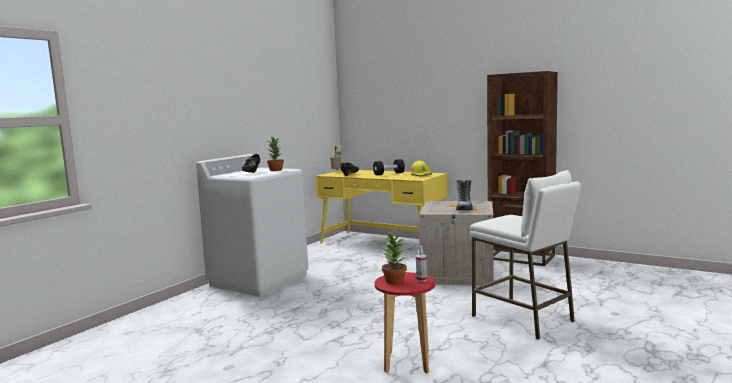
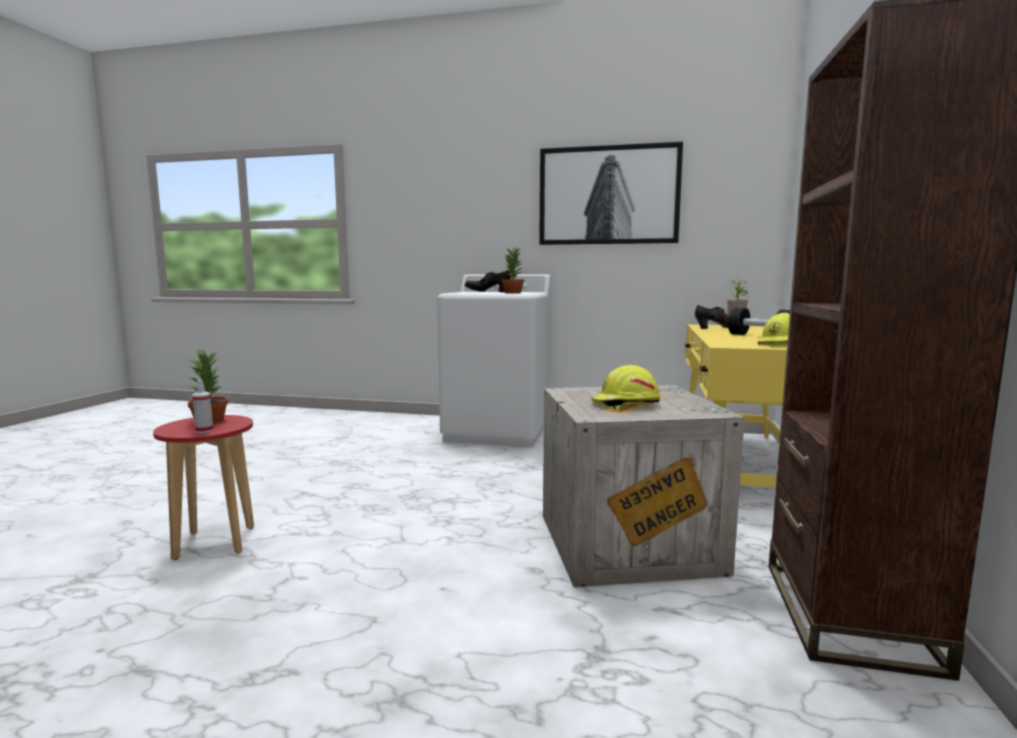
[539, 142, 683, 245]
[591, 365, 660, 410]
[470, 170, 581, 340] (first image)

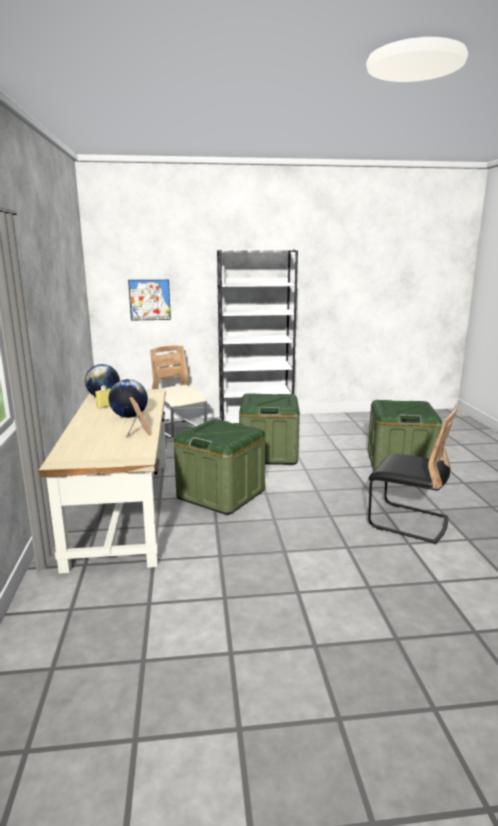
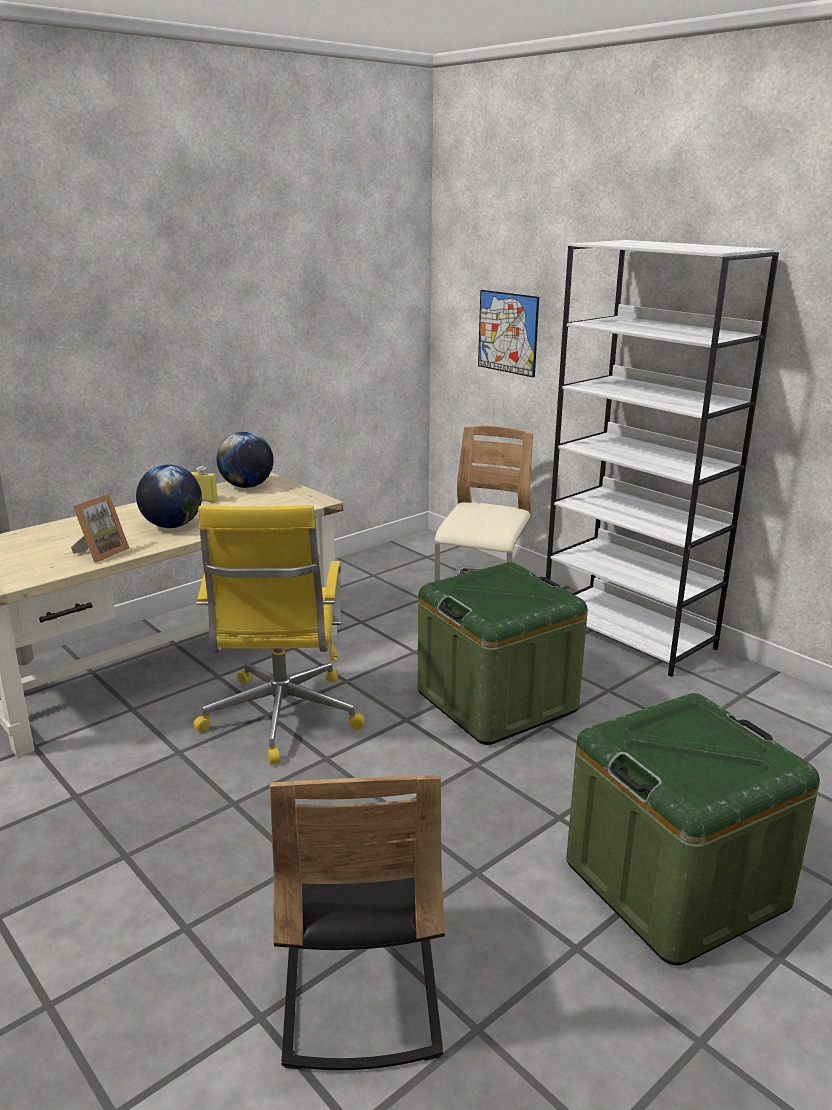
[193, 505, 364, 764]

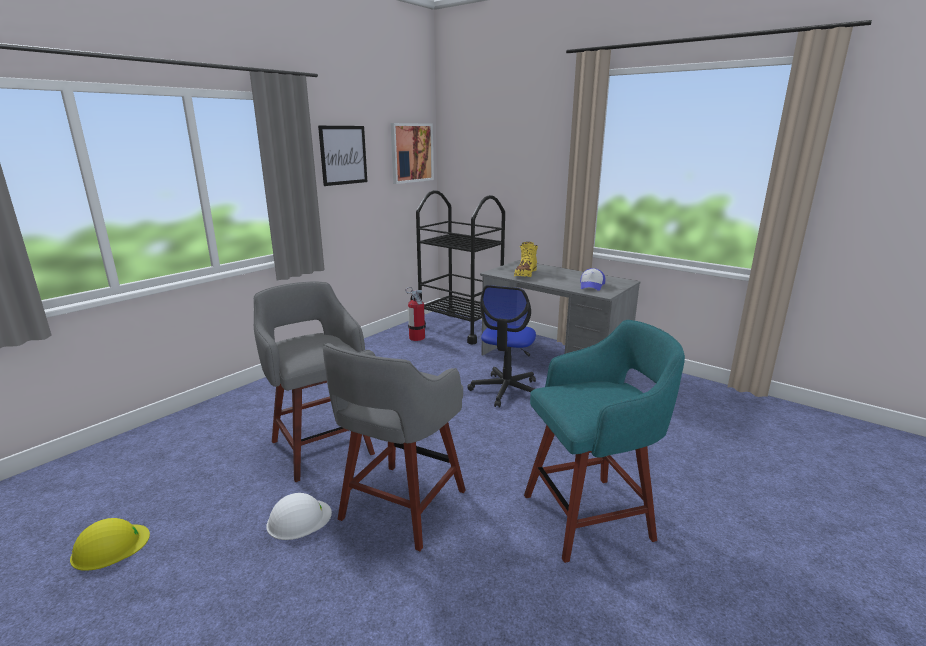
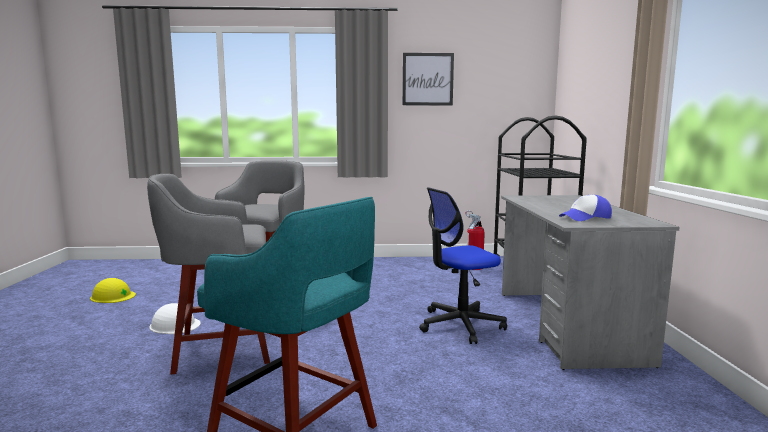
[391, 123, 434, 184] (first image)
[514, 242, 538, 277] (first image)

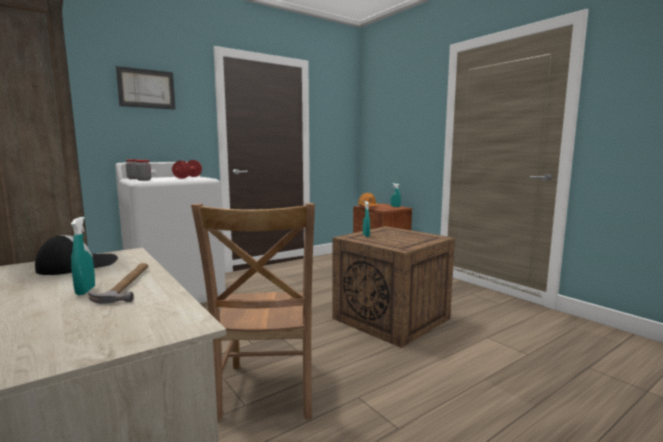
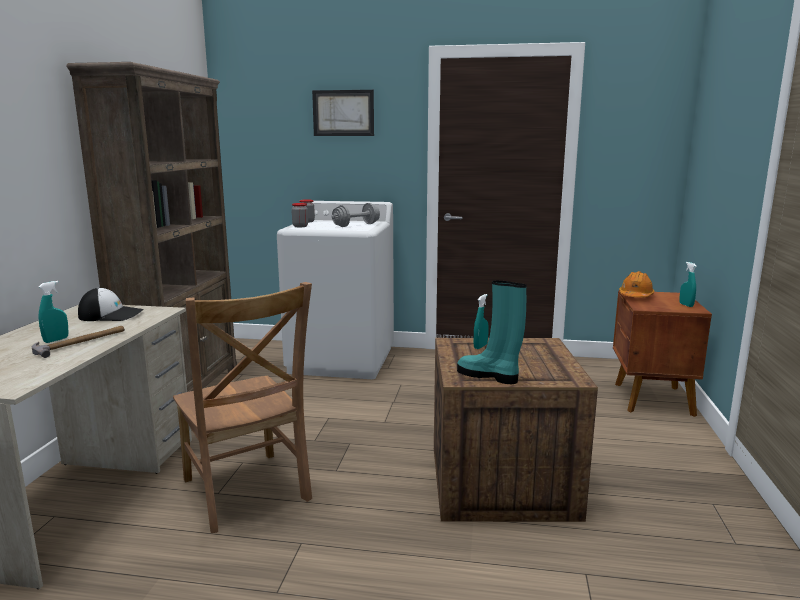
[173, 282, 312, 533]
[332, 203, 380, 227]
[457, 281, 527, 384]

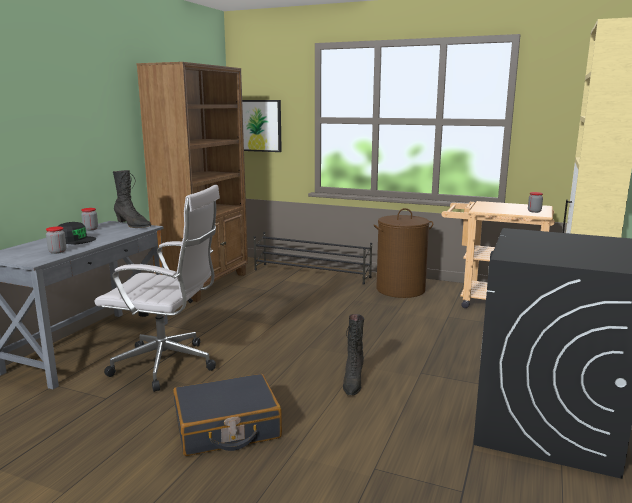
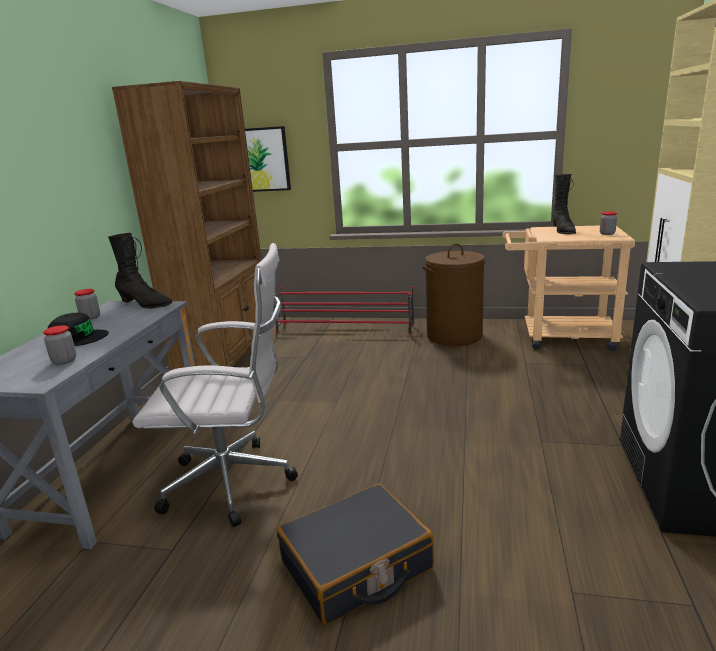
[274, 286, 414, 335]
[551, 174, 576, 234]

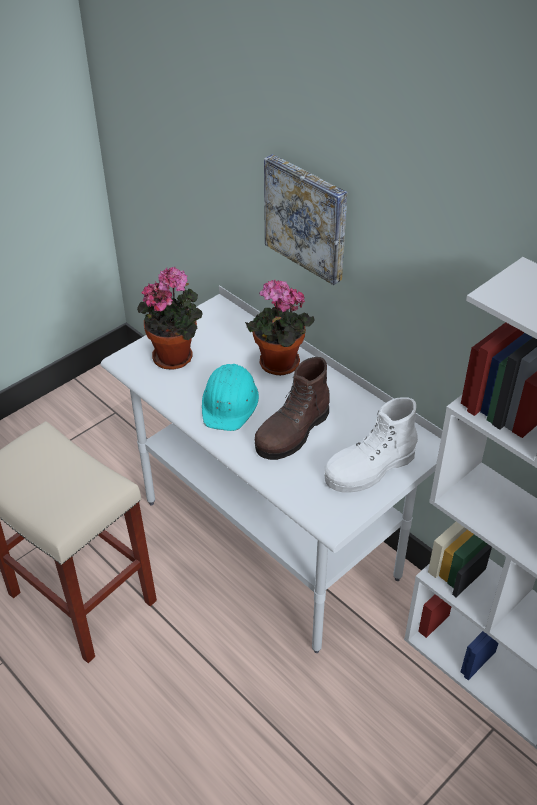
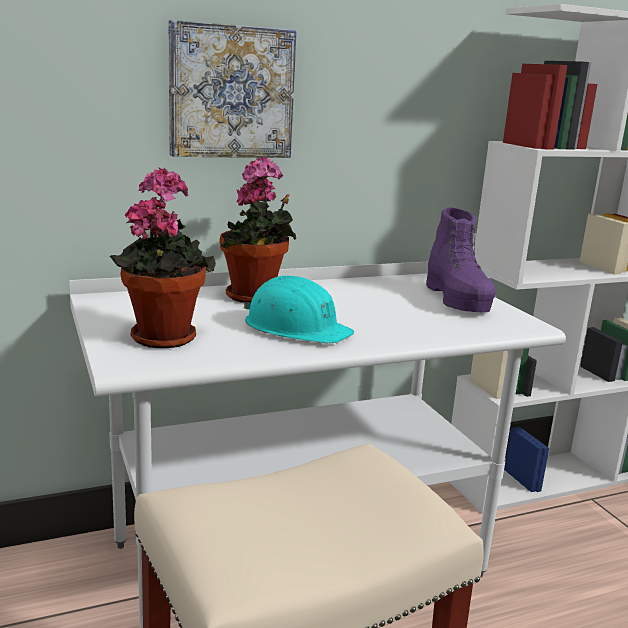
[426, 207, 496, 312]
[255, 357, 330, 460] (first image)

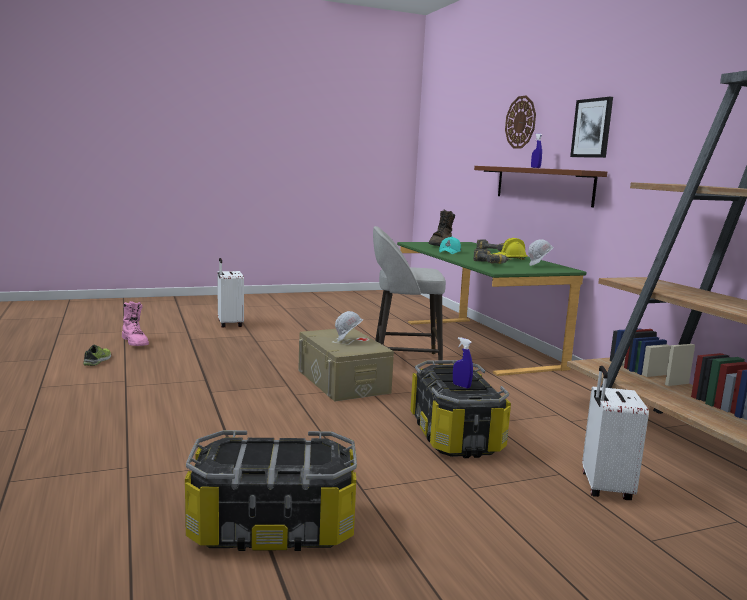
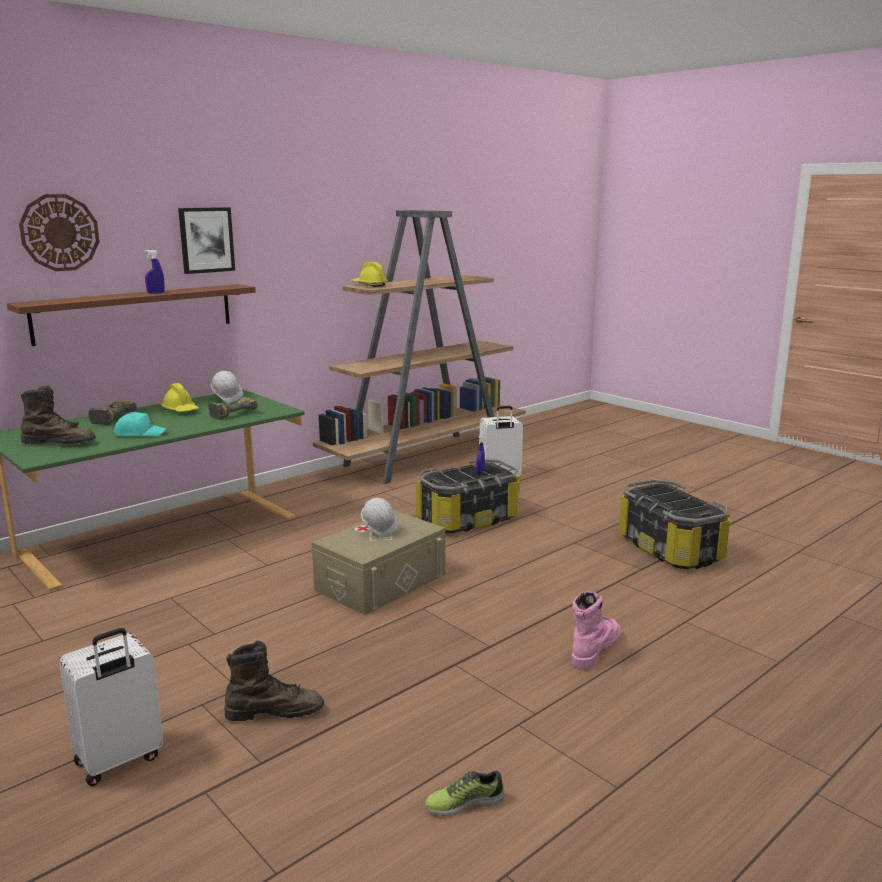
[224, 640, 324, 721]
[351, 262, 388, 287]
[572, 591, 621, 668]
[373, 226, 446, 365] (first image)

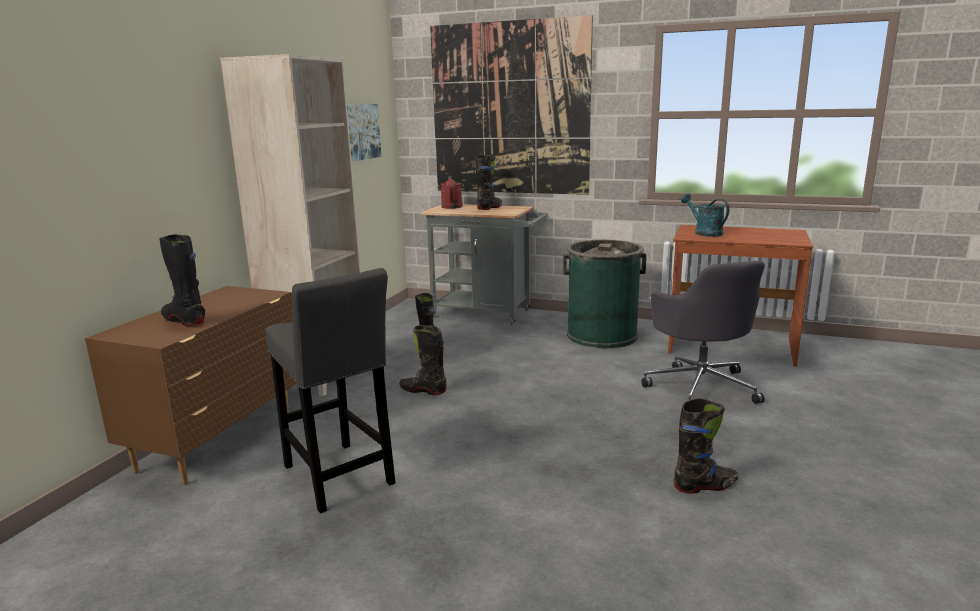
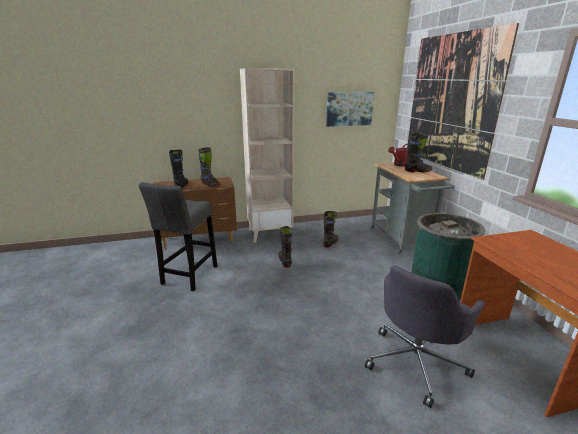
[198, 147, 220, 187]
[681, 193, 729, 237] (first image)

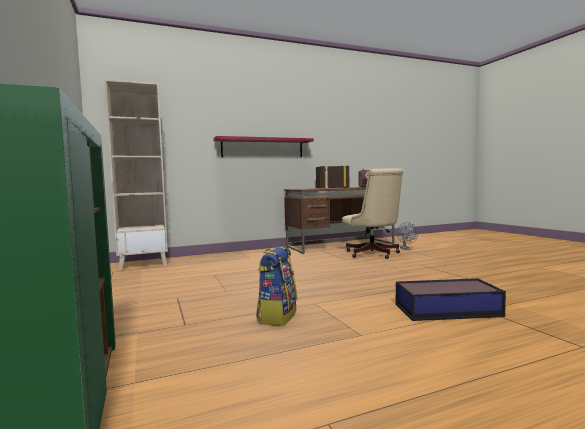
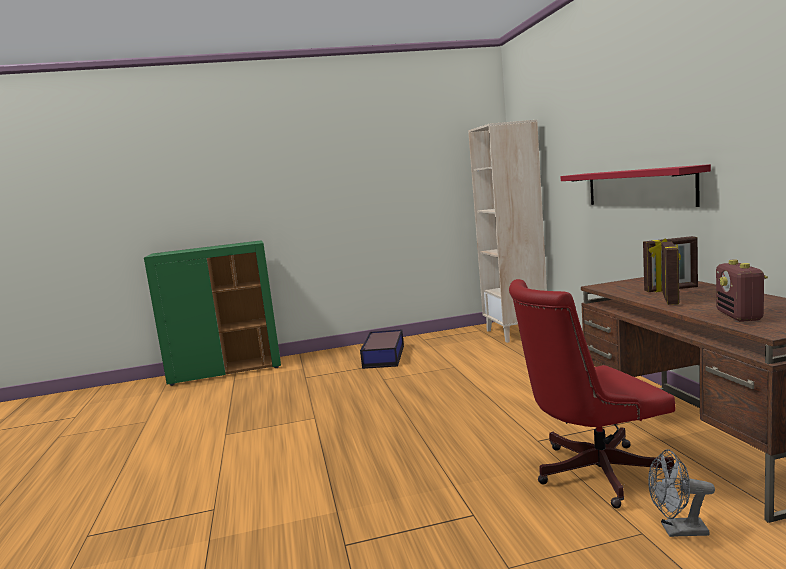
[360, 329, 404, 369]
[509, 279, 675, 509]
[256, 246, 297, 326] (first image)

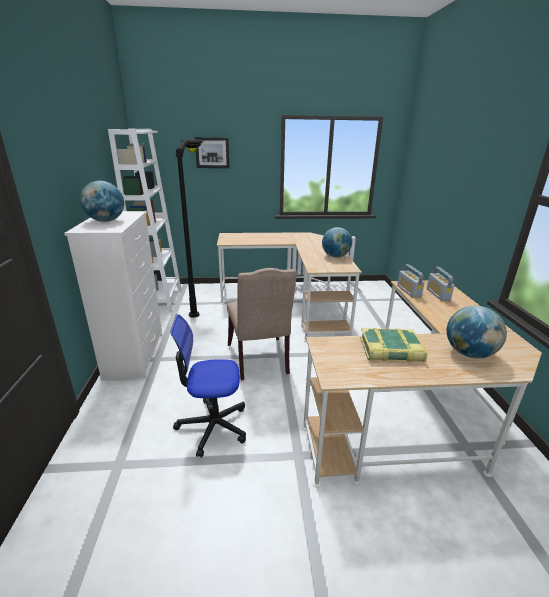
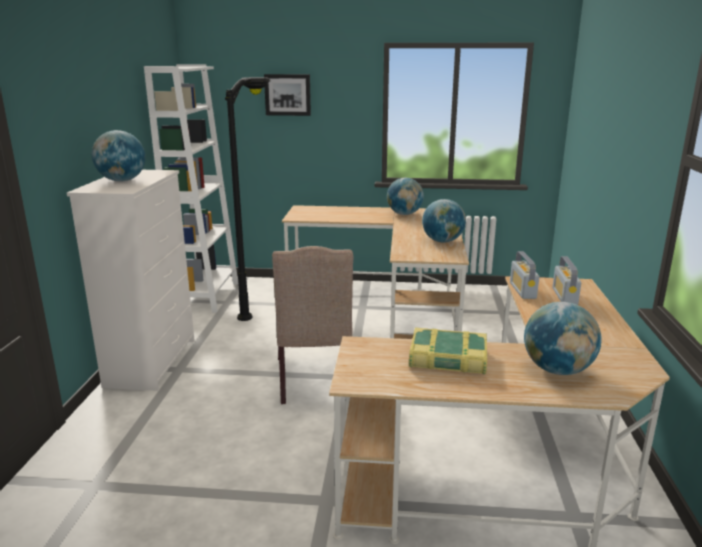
[387, 178, 424, 215]
[170, 314, 246, 458] (first image)

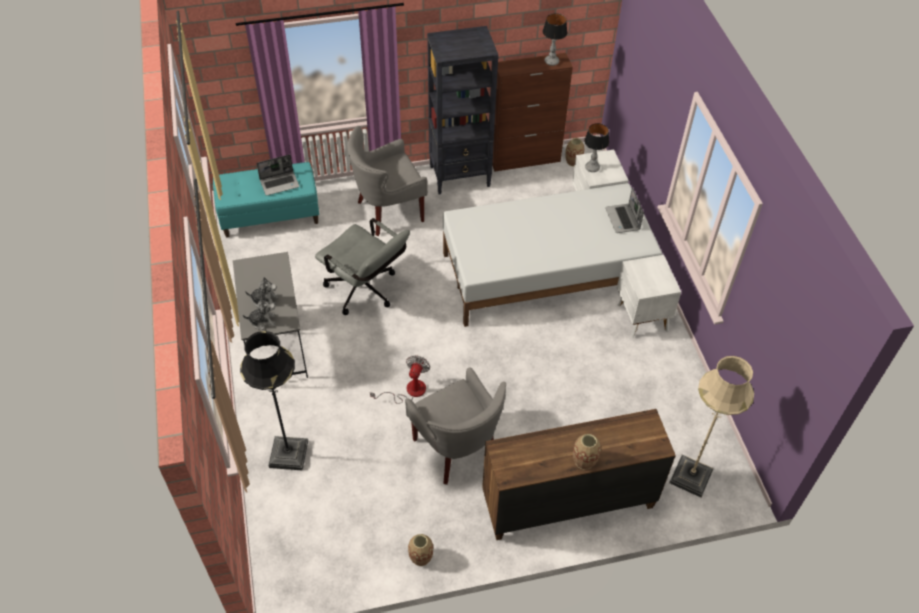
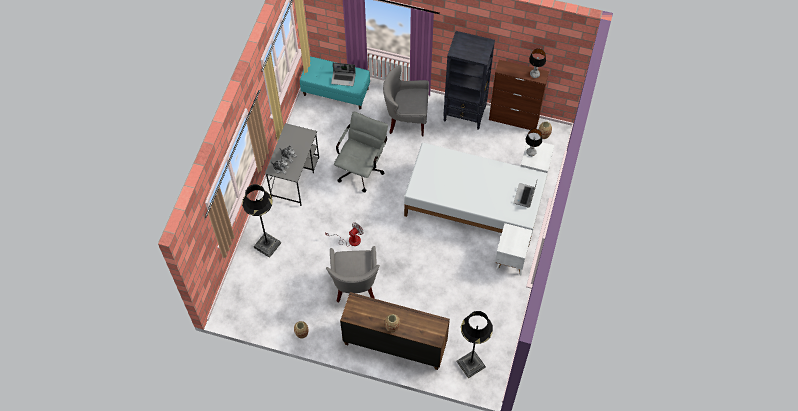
[334, 111, 388, 192]
[457, 311, 493, 378]

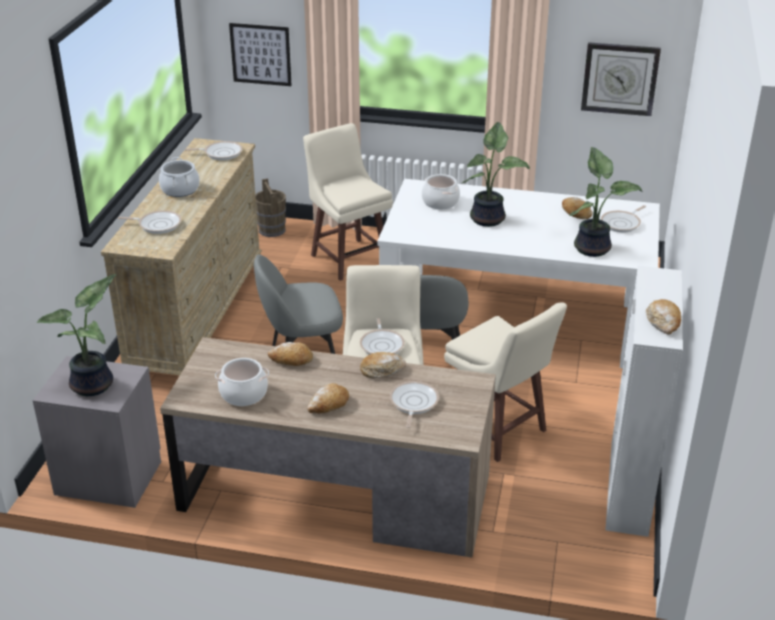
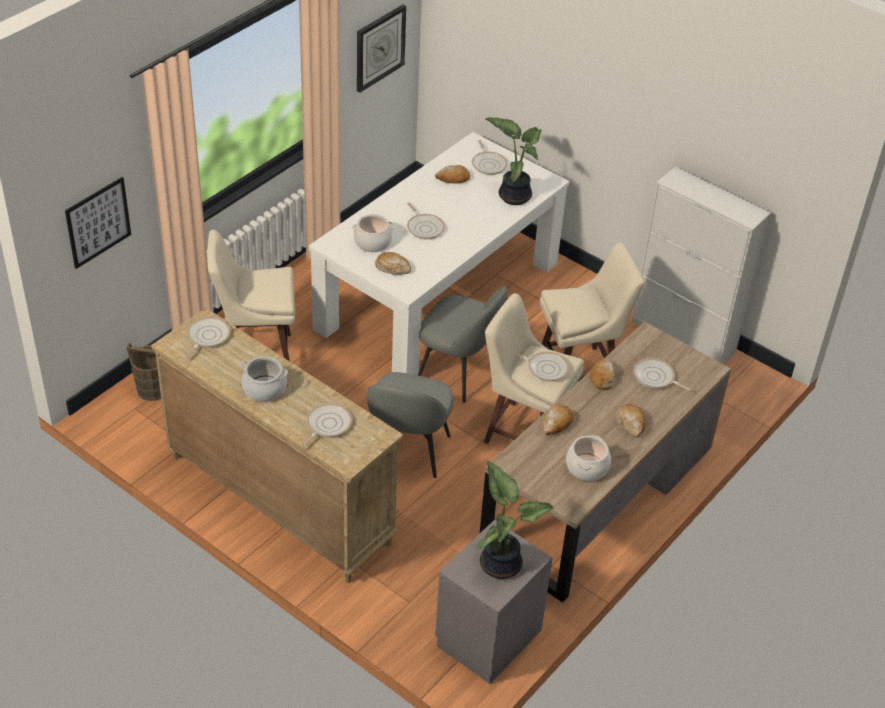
[375, 252, 411, 275]
[407, 203, 445, 239]

